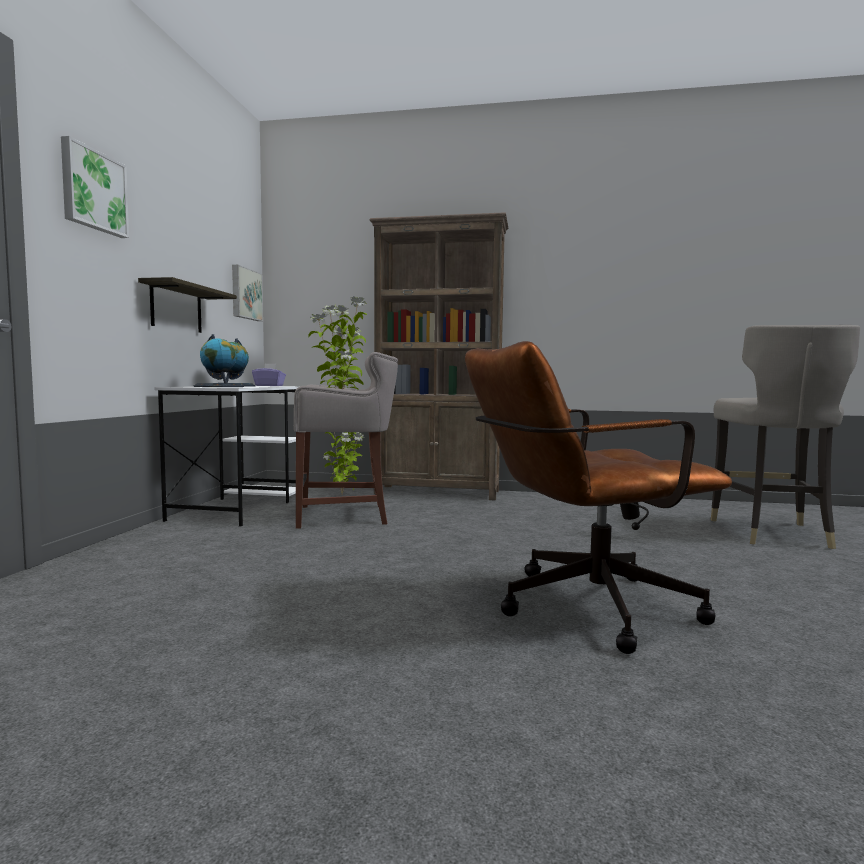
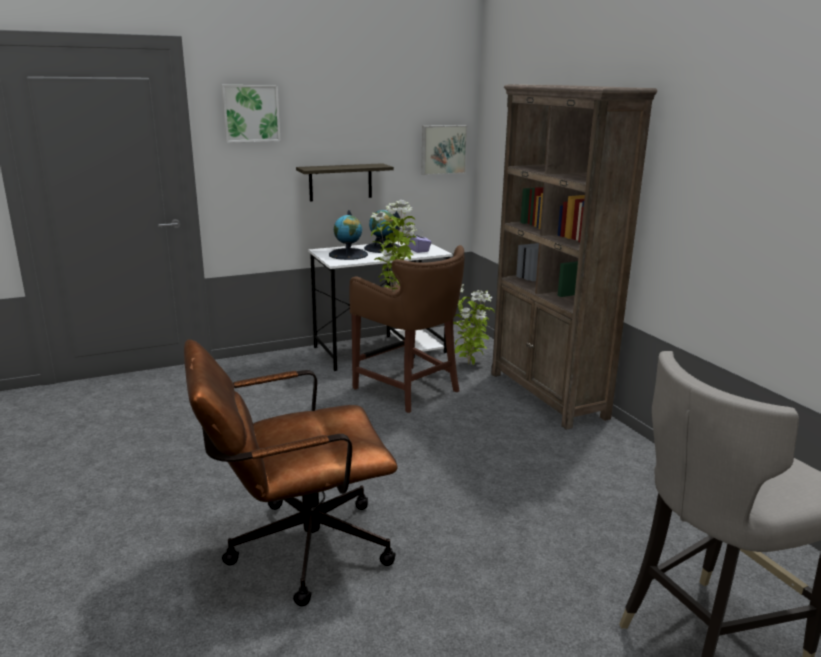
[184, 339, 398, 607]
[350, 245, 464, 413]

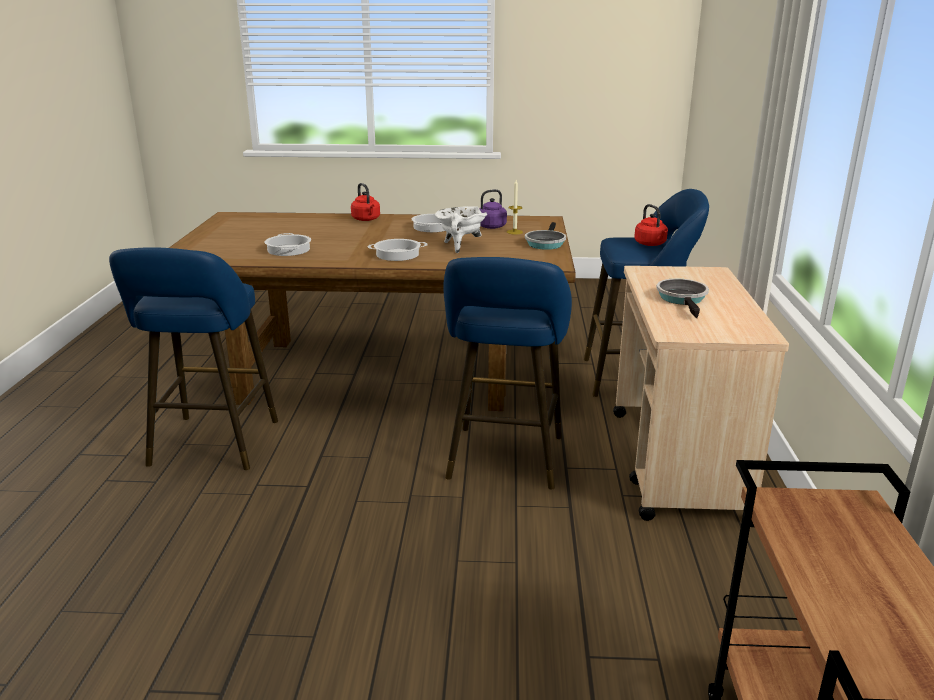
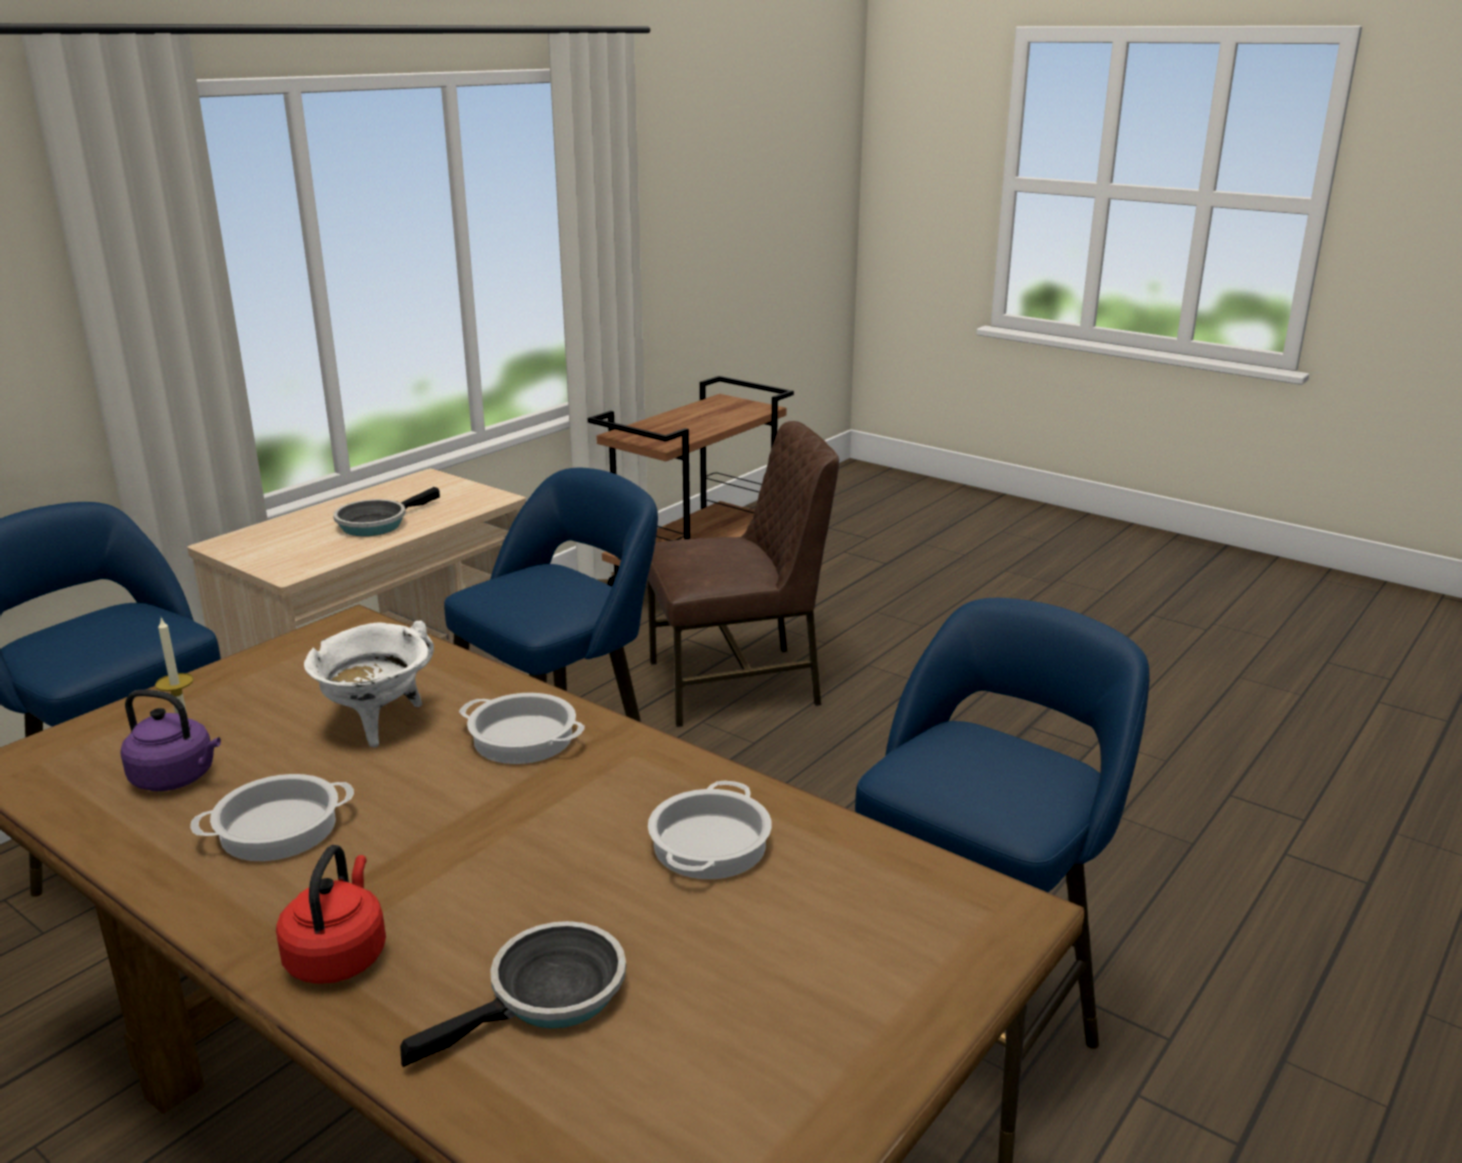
[400, 921, 626, 1067]
[648, 421, 839, 727]
[634, 204, 668, 246] (first image)

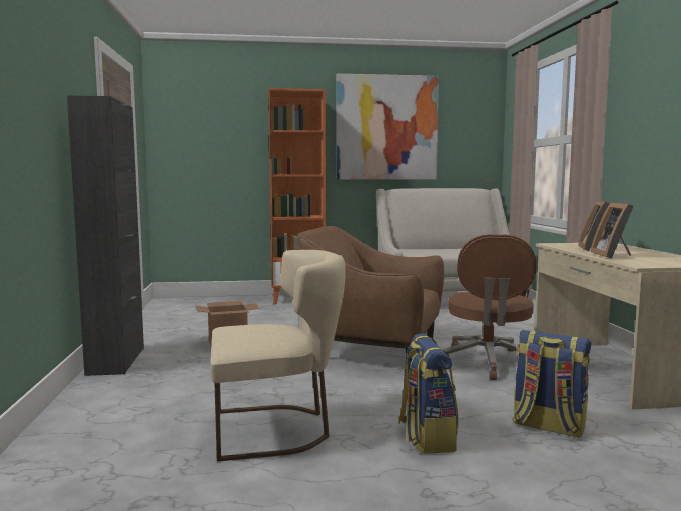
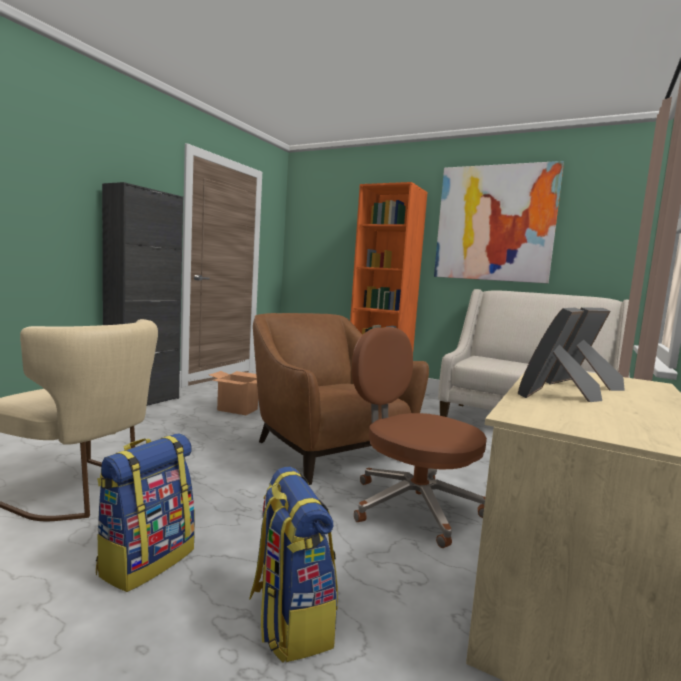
[352, 327, 487, 548]

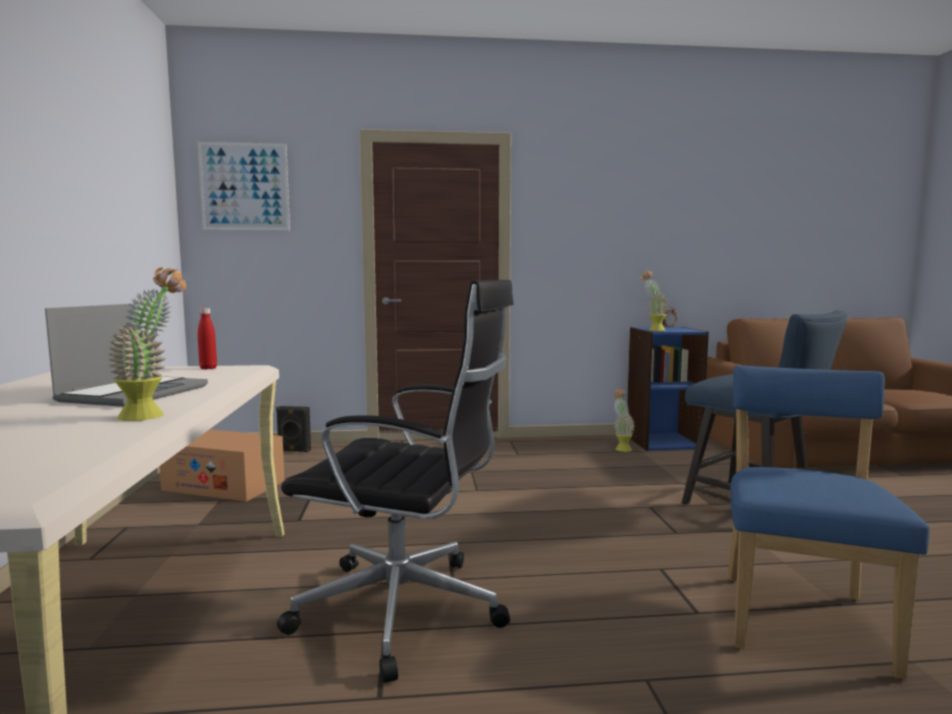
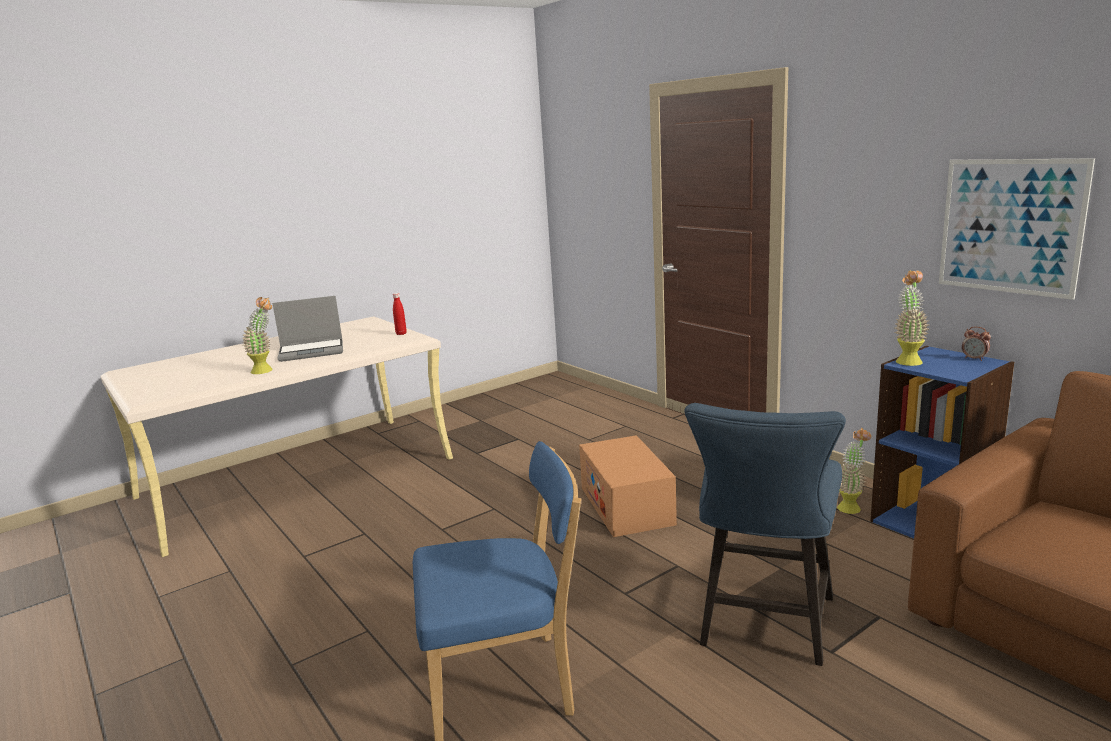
[579, 435, 677, 537]
[939, 158, 1095, 300]
[276, 406, 311, 452] (first image)
[277, 280, 514, 683] (first image)

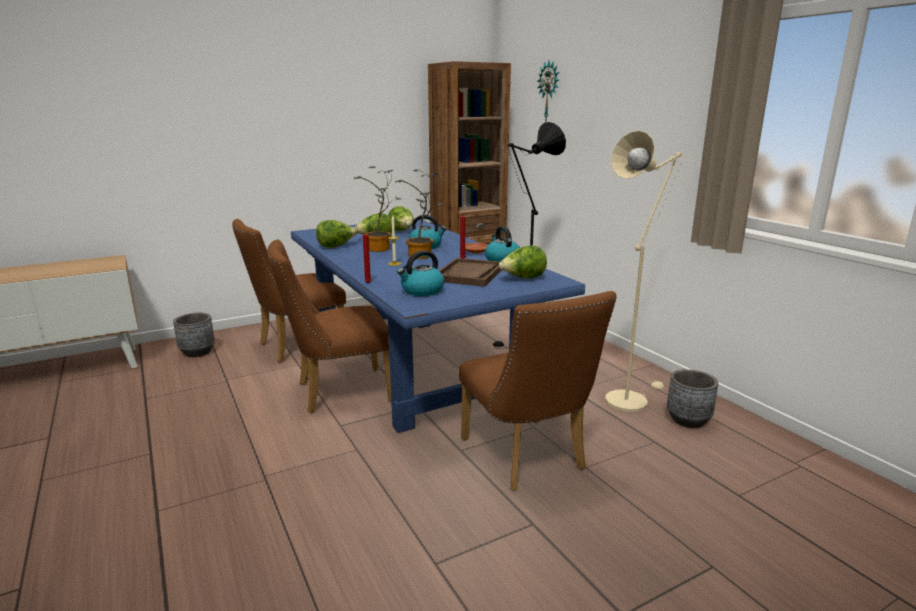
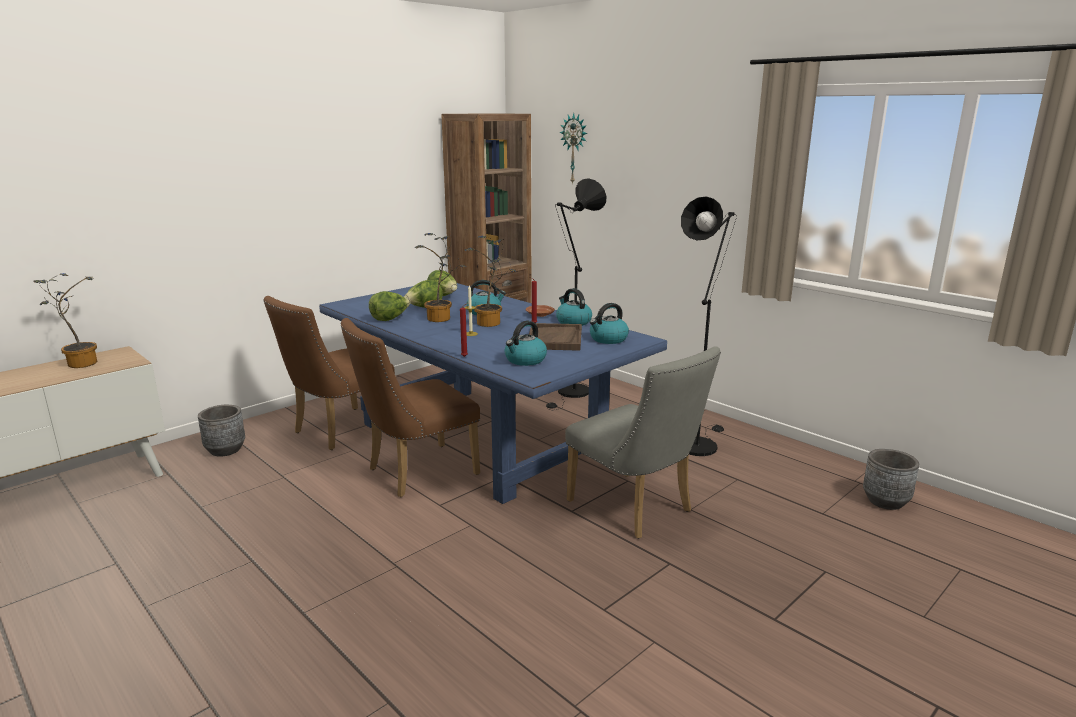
[33, 273, 97, 368]
[565, 346, 721, 539]
[590, 303, 629, 344]
[681, 196, 737, 456]
[863, 449, 919, 510]

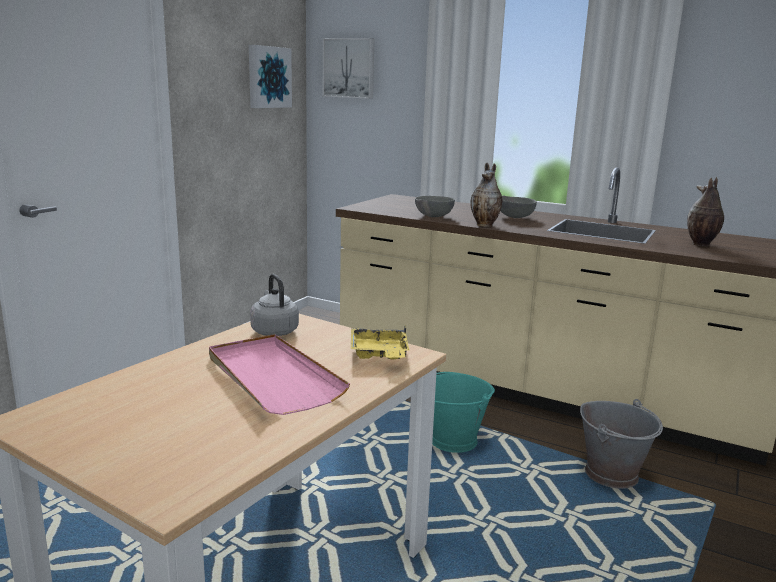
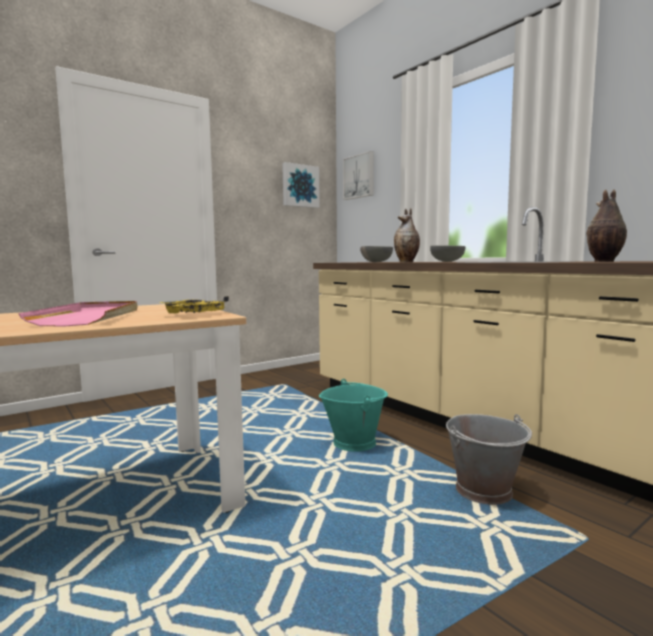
[250, 274, 299, 336] (first image)

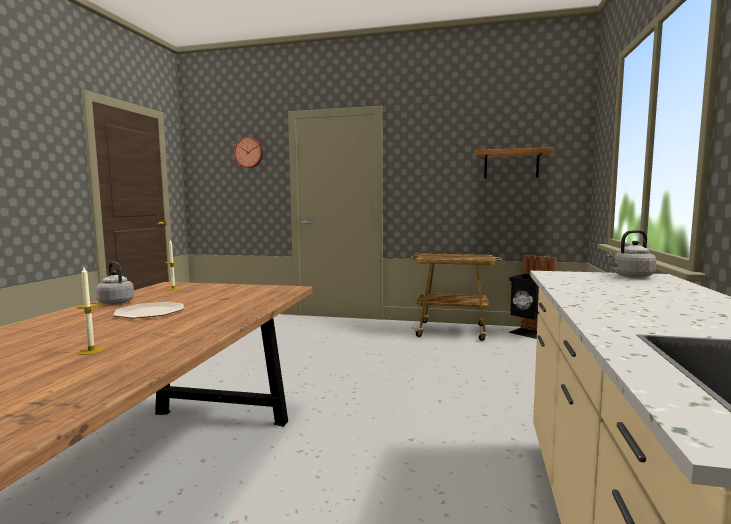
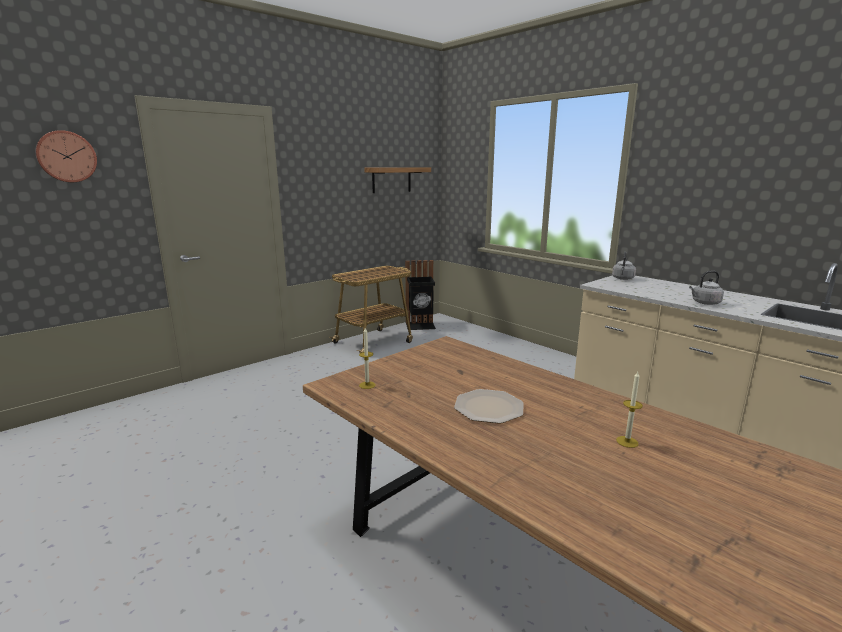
[689, 271, 724, 305]

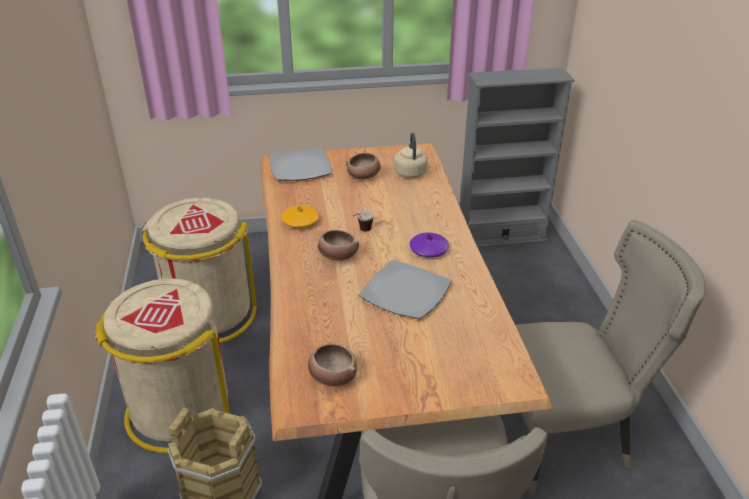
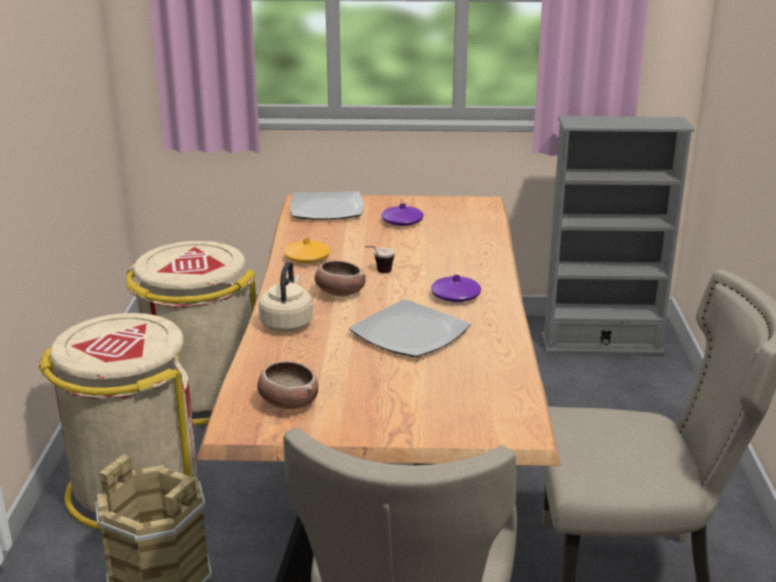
[259, 261, 313, 332]
[381, 203, 424, 226]

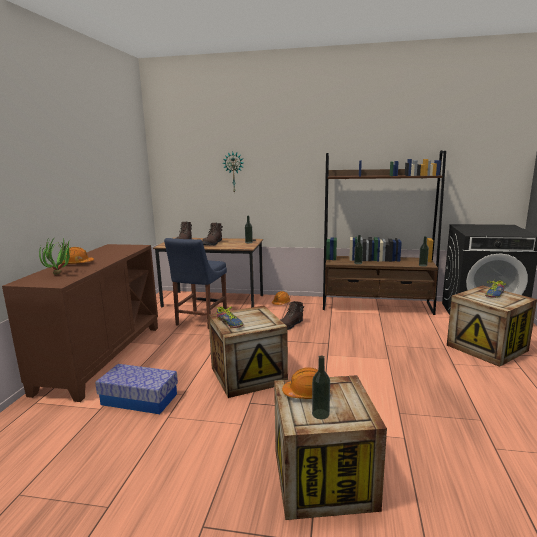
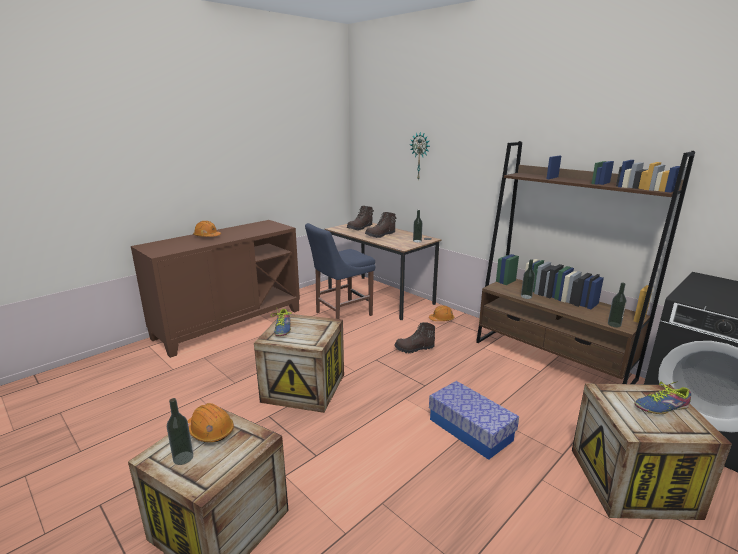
[429, 381, 519, 460]
[39, 238, 70, 275] (first image)

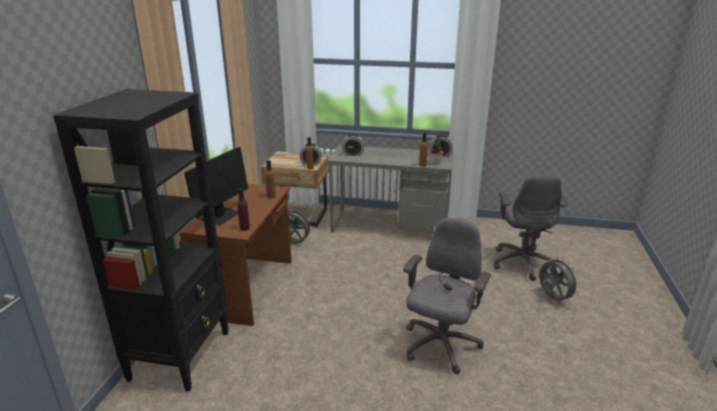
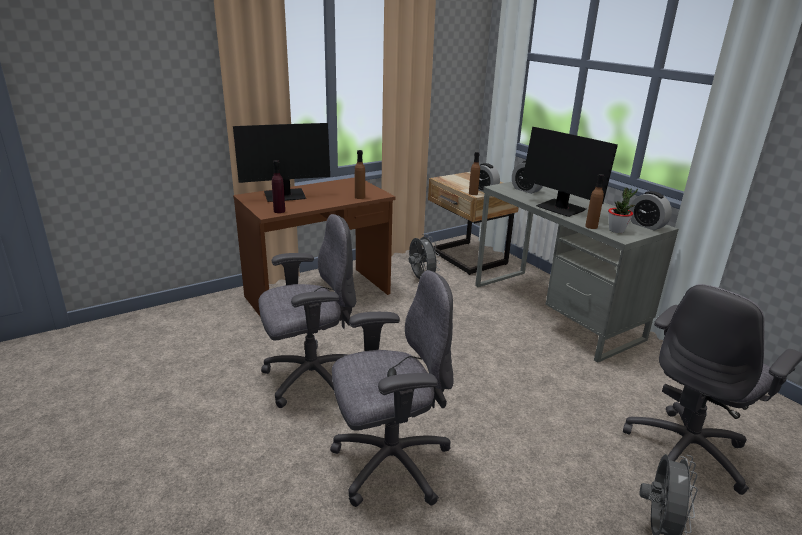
[258, 214, 356, 408]
[522, 127, 618, 217]
[53, 89, 229, 391] (first image)

